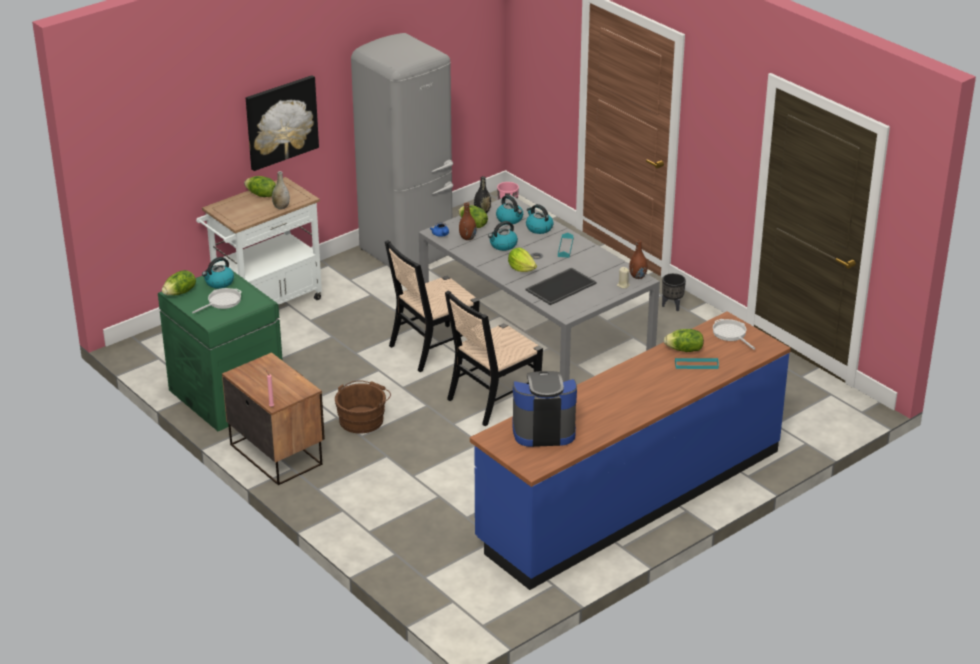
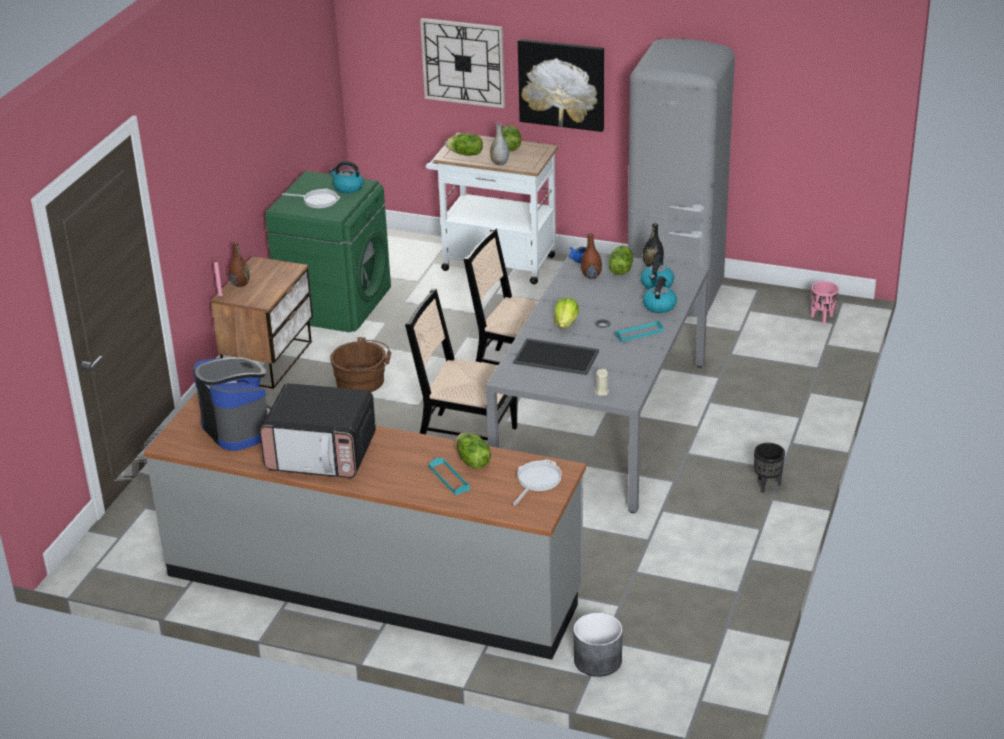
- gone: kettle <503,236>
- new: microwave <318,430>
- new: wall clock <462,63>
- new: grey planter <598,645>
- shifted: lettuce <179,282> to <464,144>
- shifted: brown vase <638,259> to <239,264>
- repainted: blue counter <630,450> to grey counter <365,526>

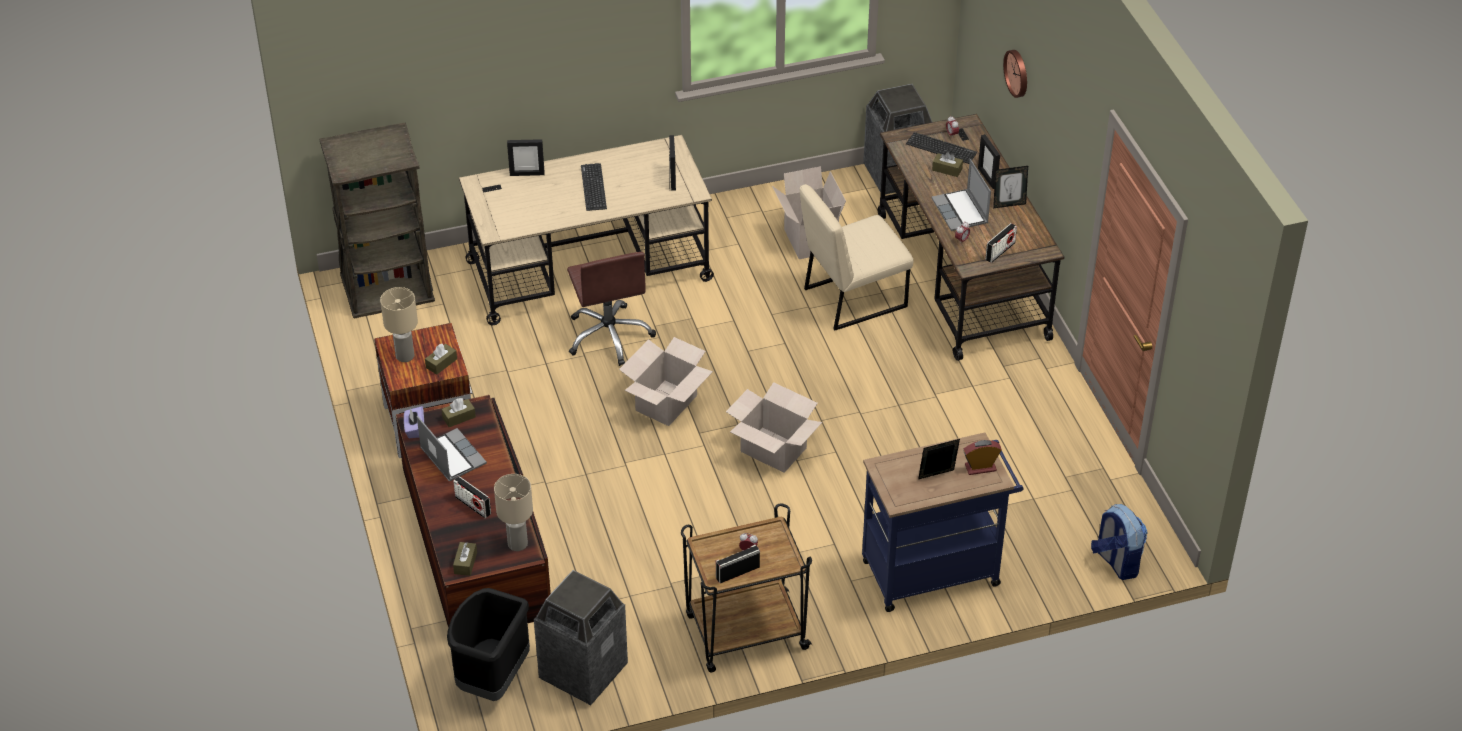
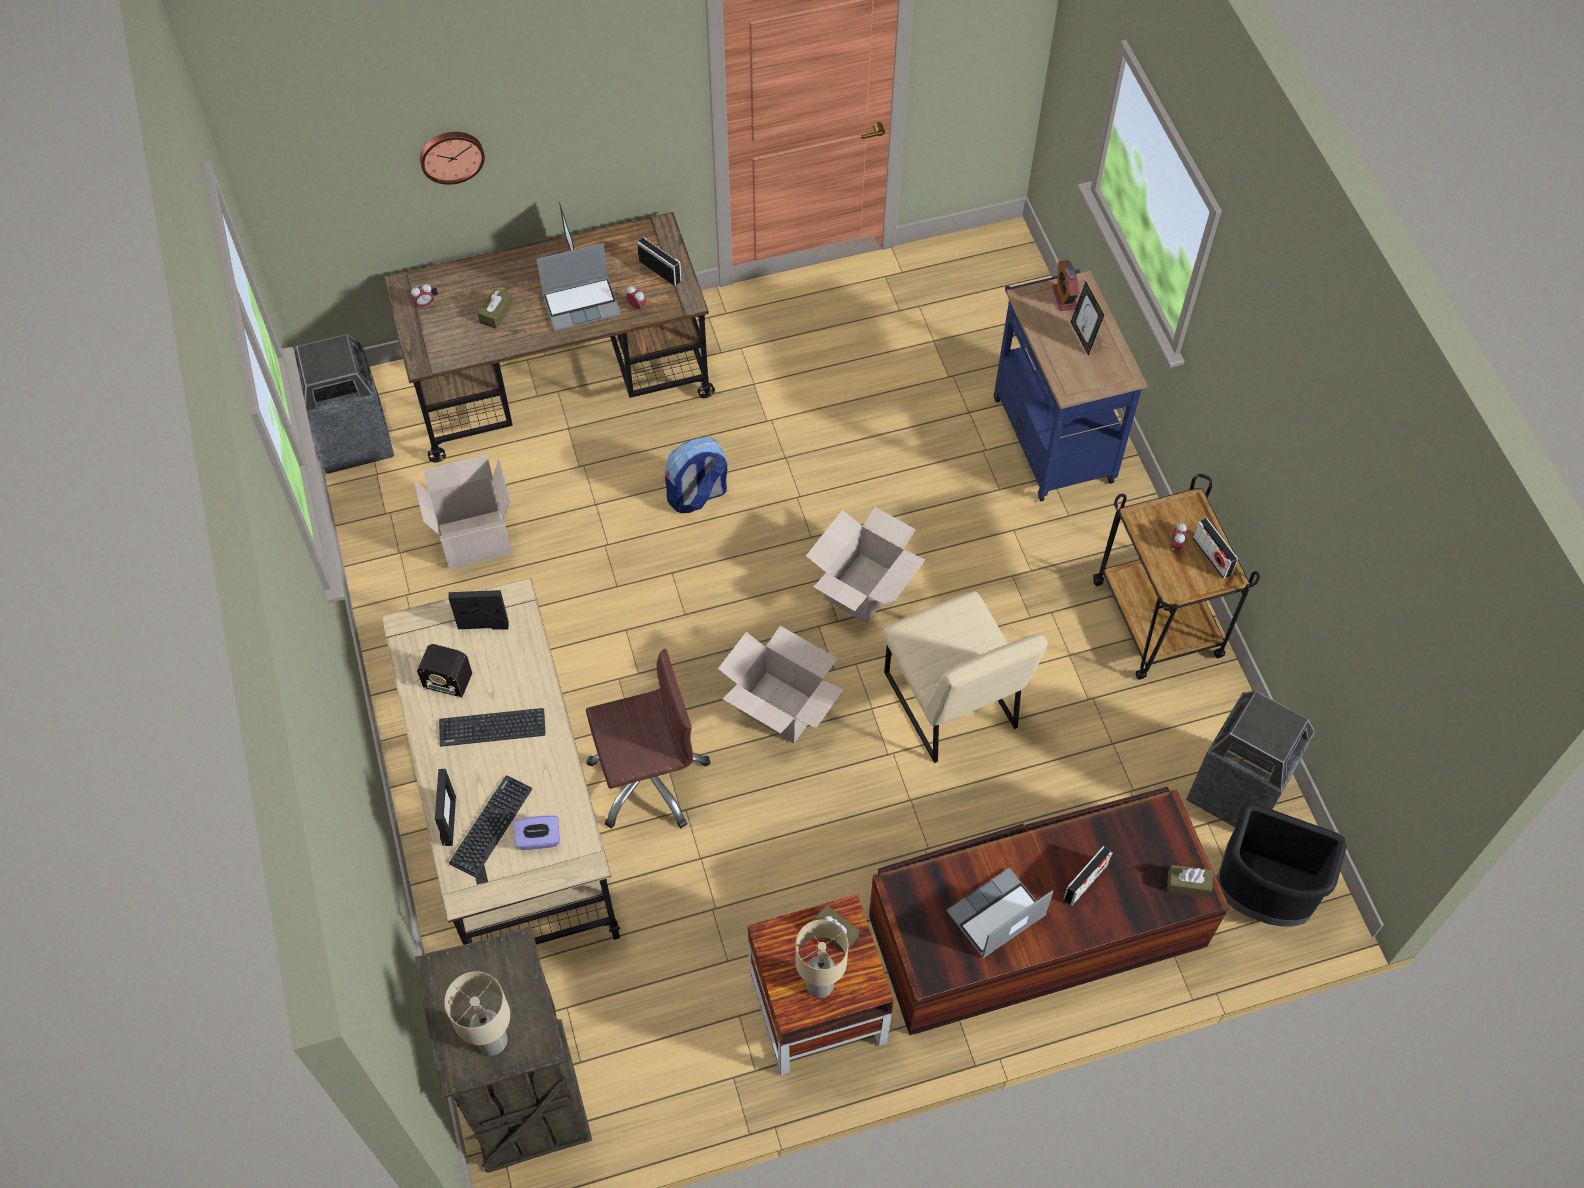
- gone: brown tissue box <458,412>
- gone: picture frame <989,161>
- new: radio <437,670>
- shifted: purple tissue box <414,422> to <537,832>
- shifted: beige table lamp <513,512> to <477,1013>
- shifted: beige chair <856,257> to <965,677>
- shifted: keyboard <941,148> to <491,826>
- shifted: backpack <1119,542> to <696,475>

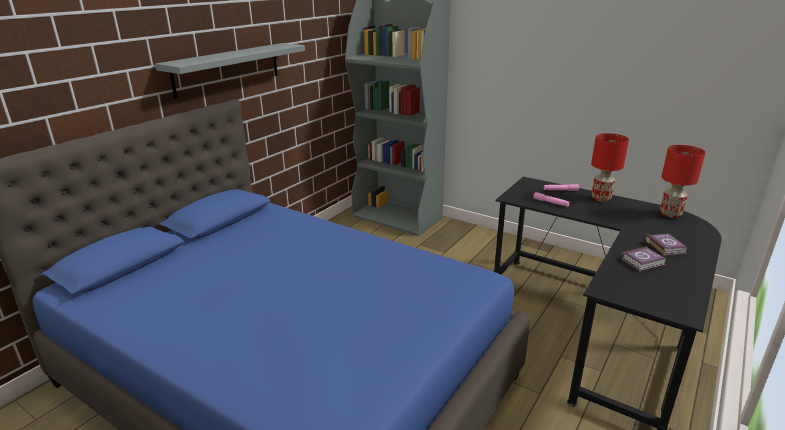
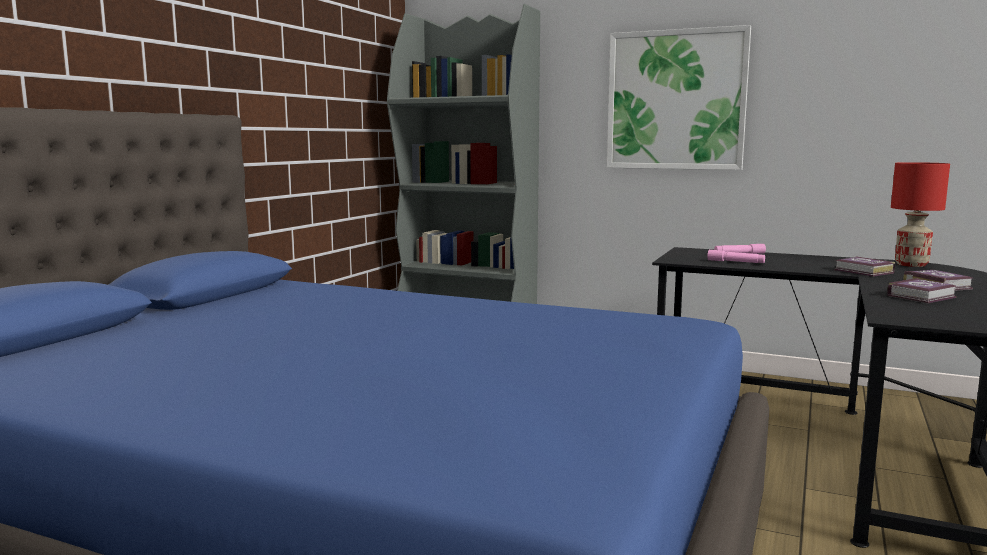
- gone: grey shelf <230,71>
- gone: red table lamp <610,167>
- new: picture <679,97>
- new: book <864,266>

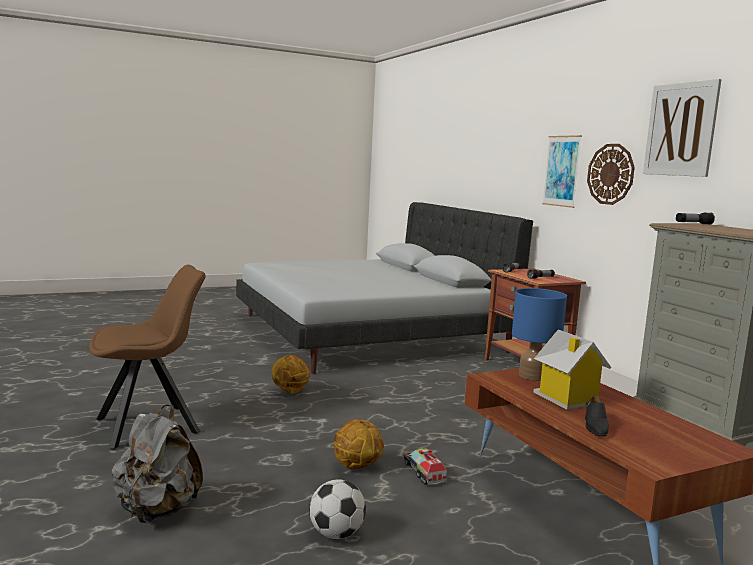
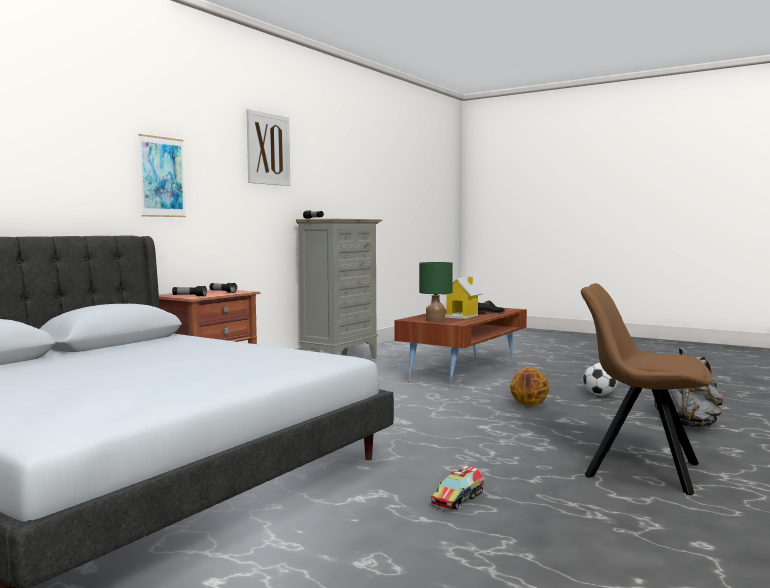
- gone: basketball <291,374>
- gone: wall clock <611,174>
- shifted: toy truck <425,466> to <457,488>
- repainted: blue table lamp <539,334> to green table lamp <436,292>

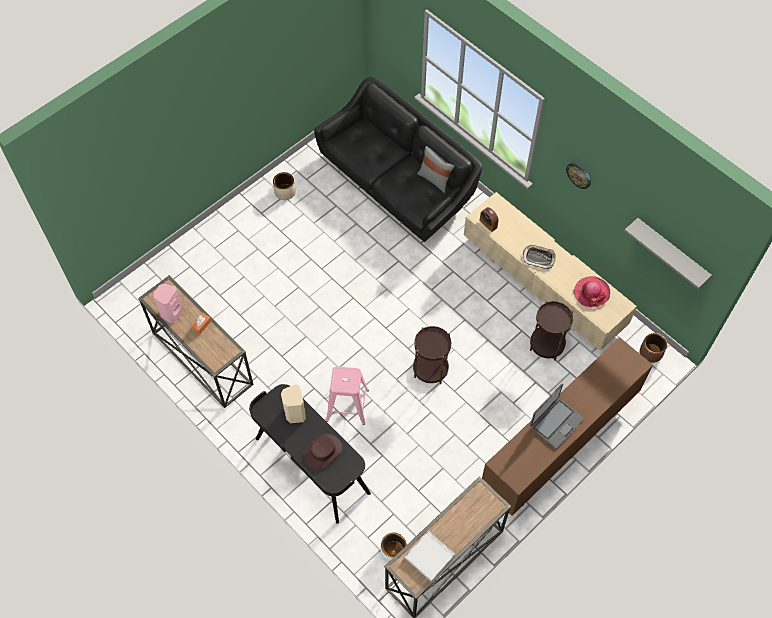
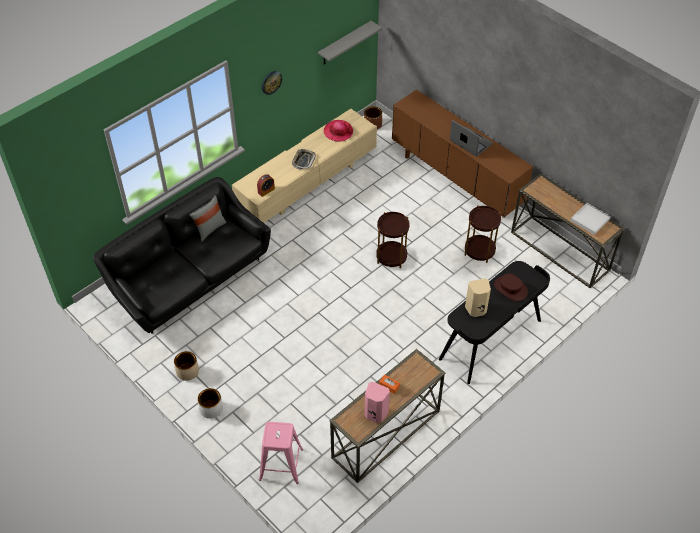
- shifted: pink stool <347,396> to <281,453>
- shifted: white planter <394,547> to <210,403>
- shifted: brown side table <551,330> to <483,234>

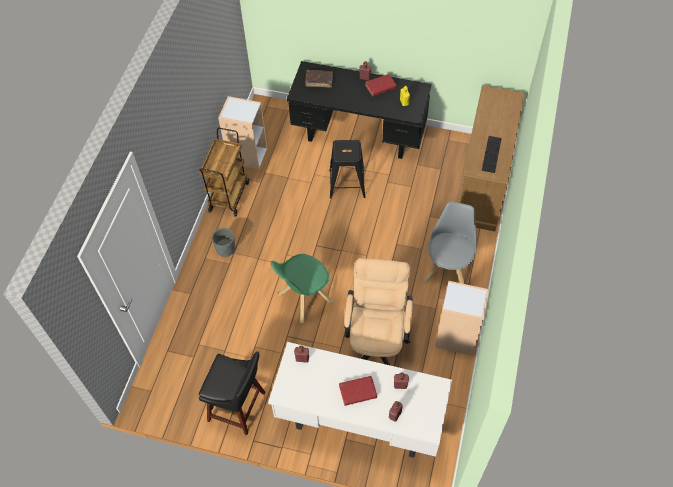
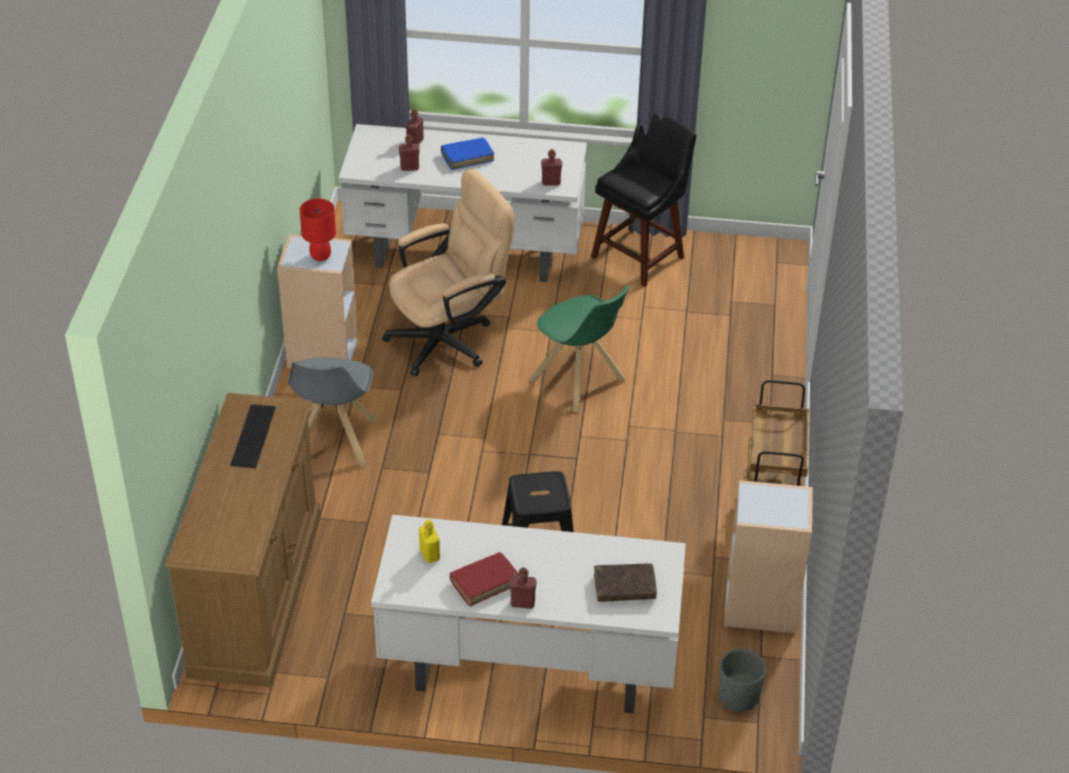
- new: red table lamp <318,230>
- shifted: grey planter <223,242> to <742,681>
- repainted: black desk <359,110> to white desk <528,614>
- repainted: red book <358,391> to blue book <467,154>
- rotated: black chair <232,393> = <644,200> 120 degrees clockwise
- rotated: green chair <302,289> = <580,348> 90 degrees clockwise
- rotated: beige office chair <378,312> = <448,272> 120 degrees counterclockwise

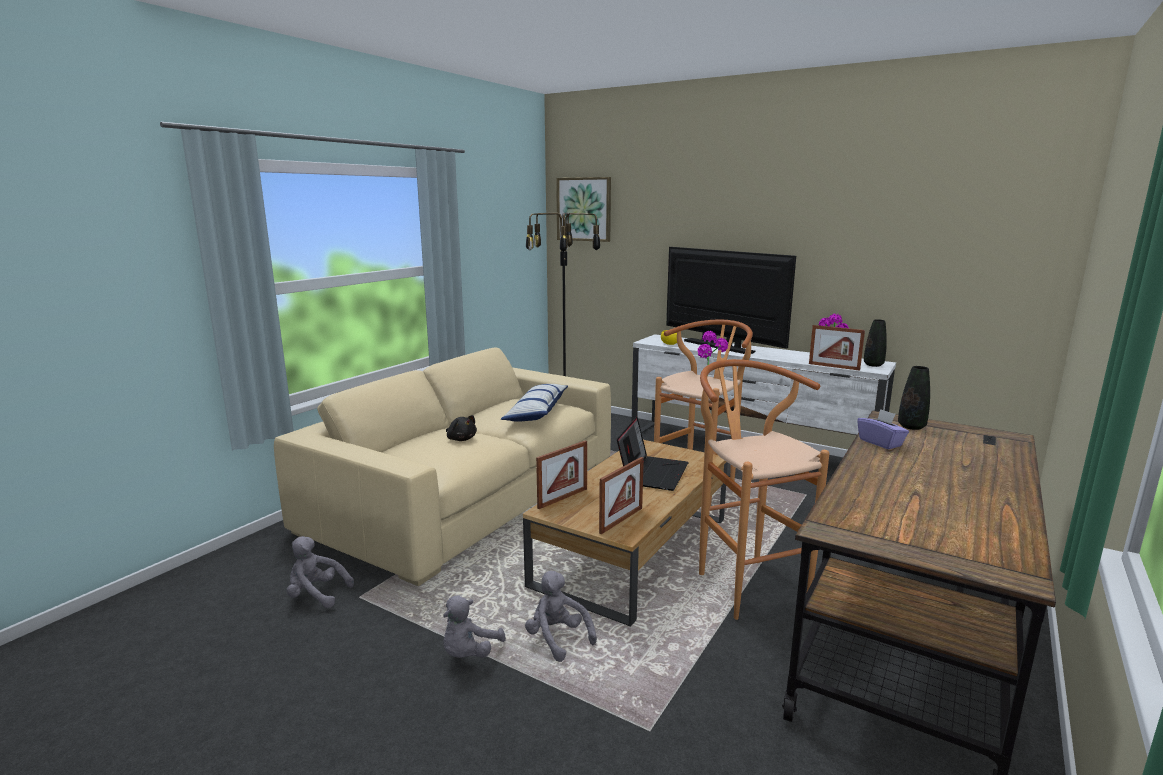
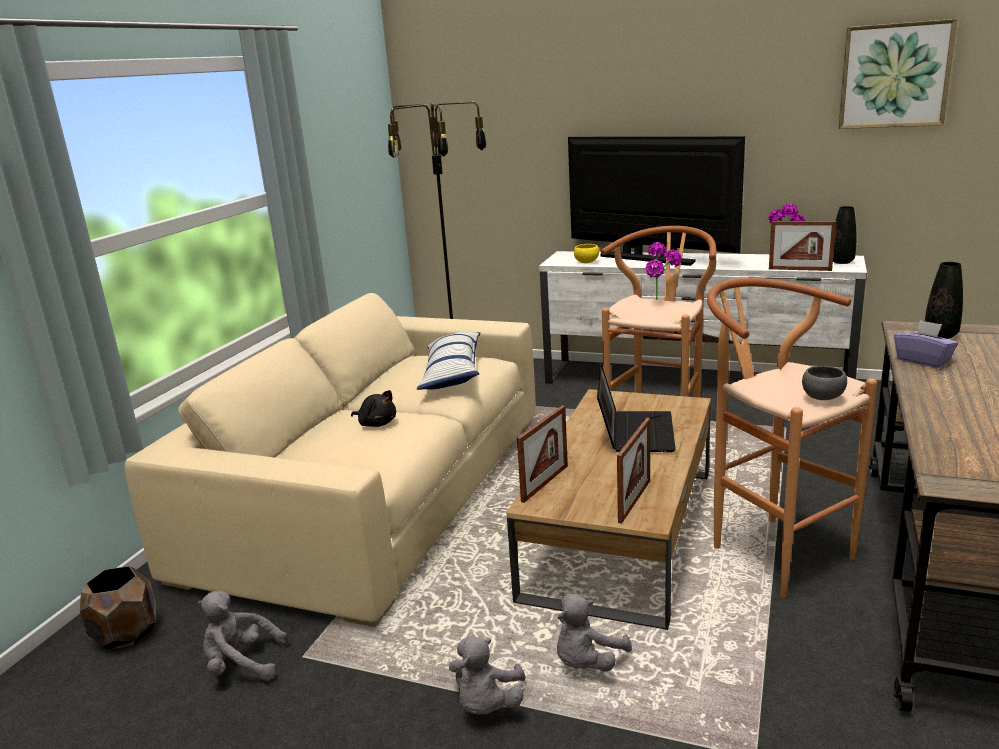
- new: brown planter <118,607>
- new: grey bowl <824,383>
- shifted: picture <583,209> to <898,74>
- rotated: grey plush toy <561,616> = <594,632> 90 degrees counterclockwise

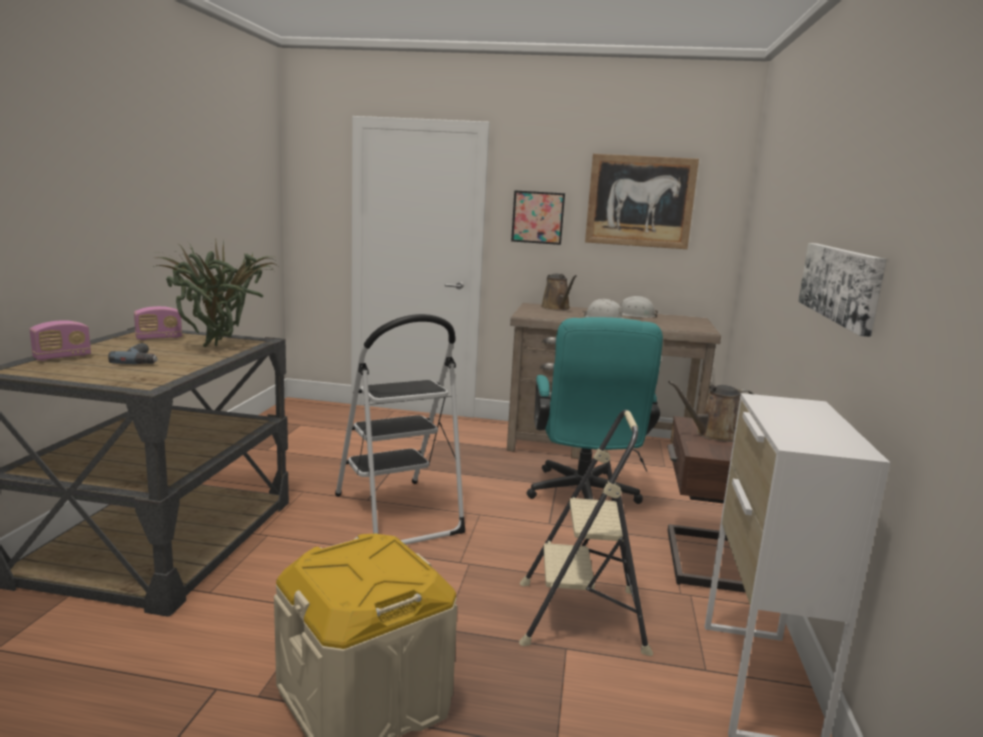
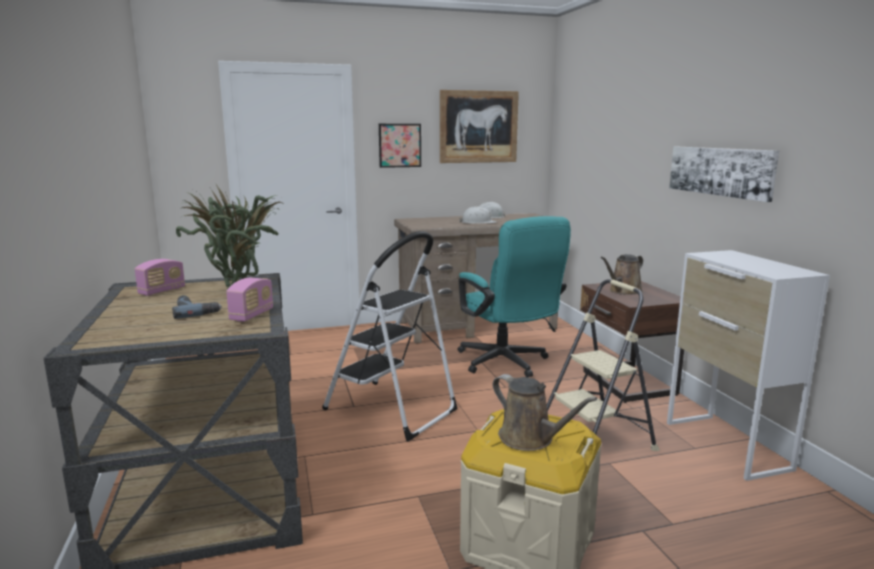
- shifted: radio <60,340> to <249,300>
- shifted: brown watering can <559,292> to <545,412>

